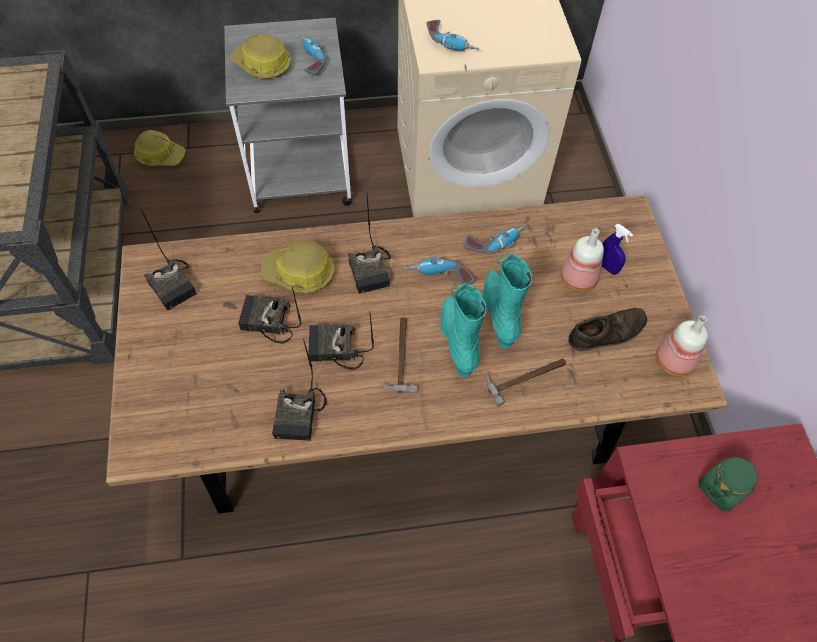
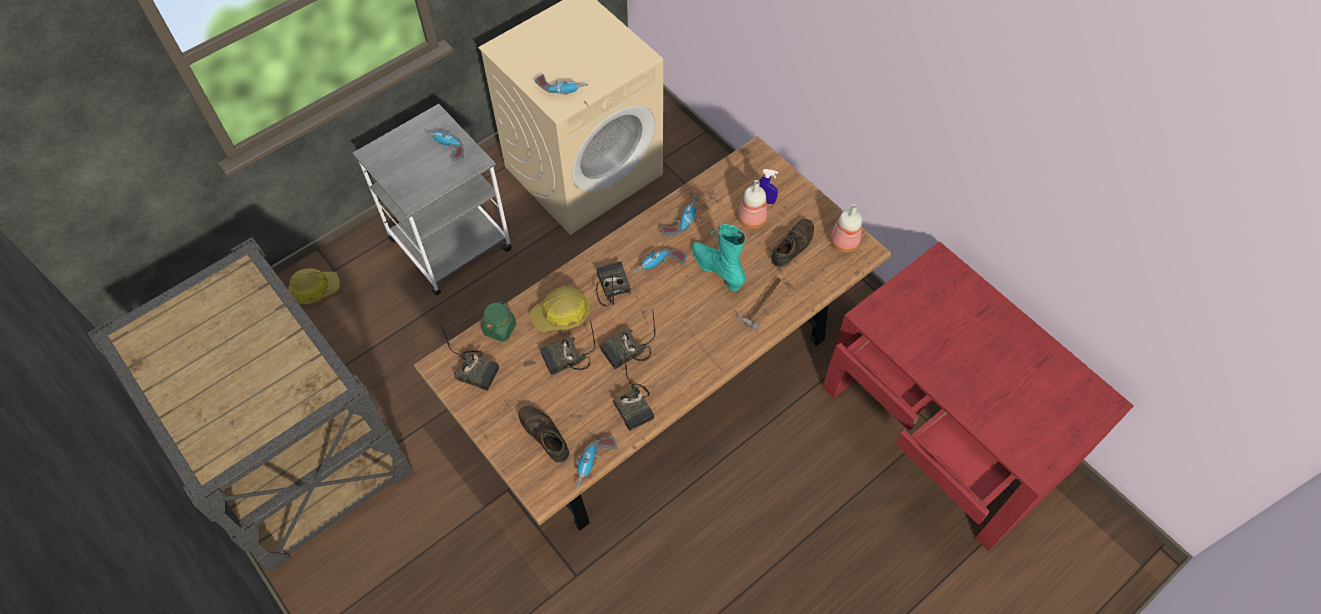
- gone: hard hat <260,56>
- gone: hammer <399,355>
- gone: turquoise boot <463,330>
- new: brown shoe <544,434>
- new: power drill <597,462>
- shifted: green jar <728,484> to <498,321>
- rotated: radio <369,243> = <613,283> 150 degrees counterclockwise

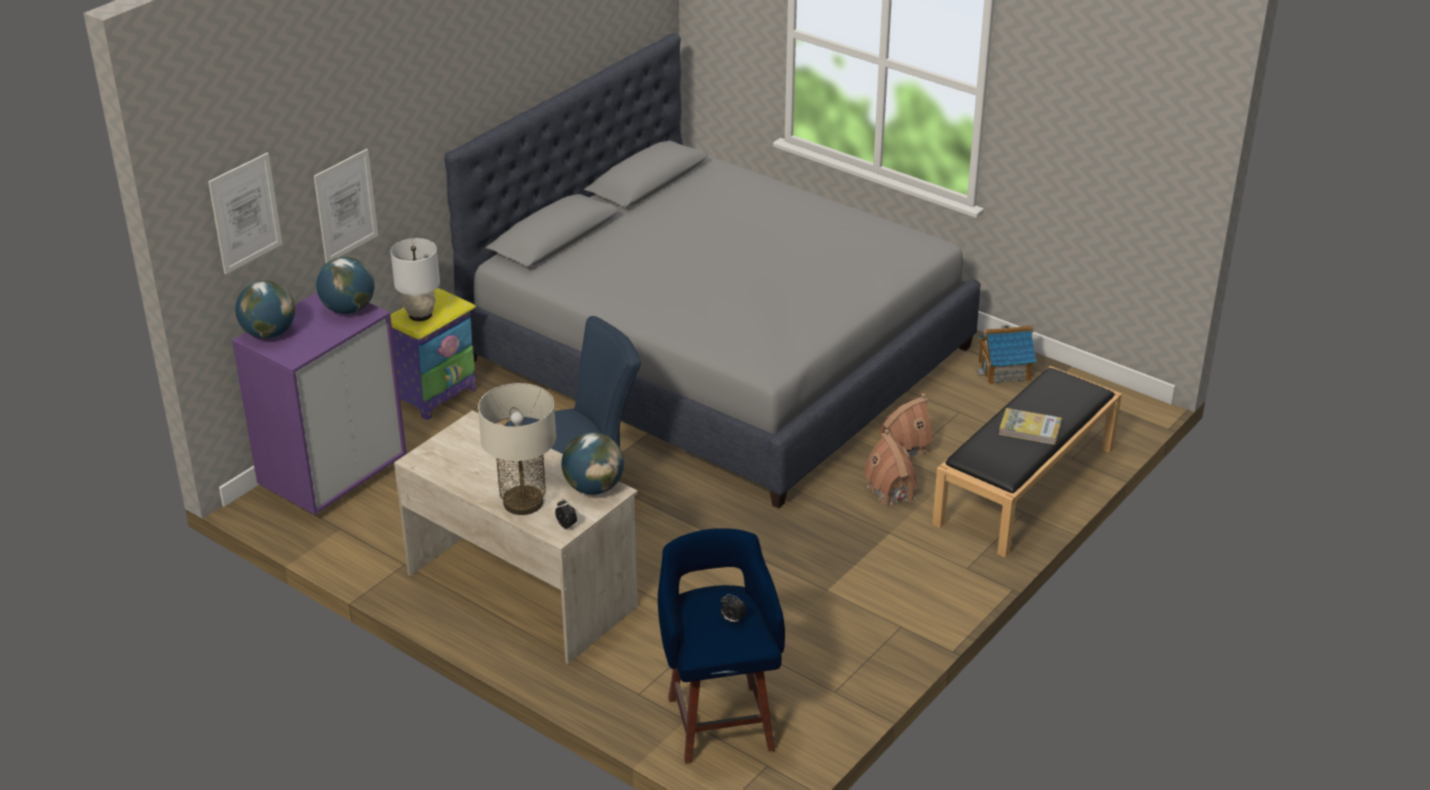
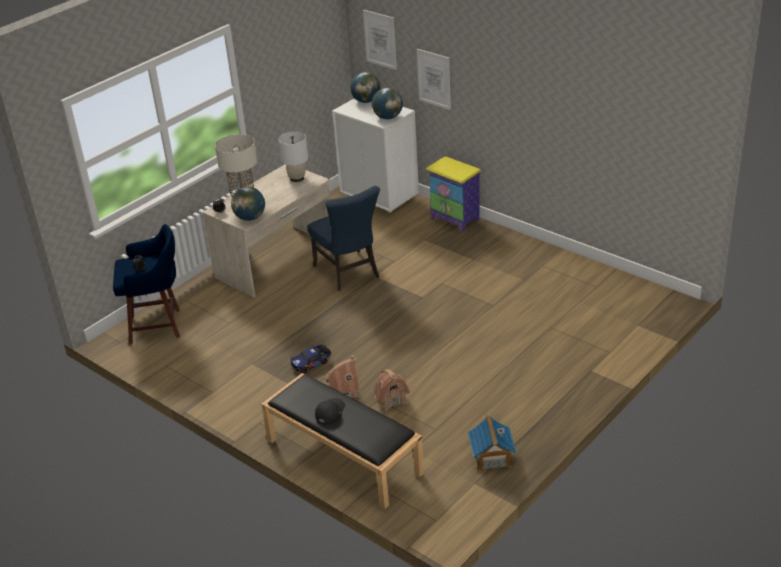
- gone: grey bed <712,271>
- new: toy truck <311,359>
- shifted: white table lamp <415,279> to <293,156>
- swapped: book <1030,426> to black cap <330,411>
- repainted: purple cabinet <319,403> to white cabinet <375,155>

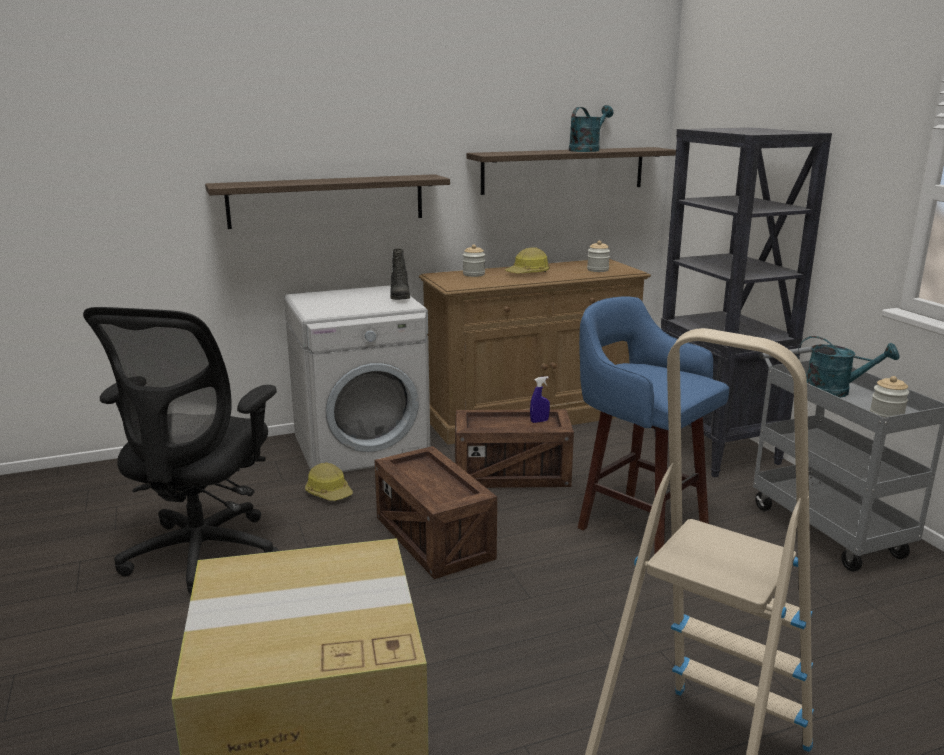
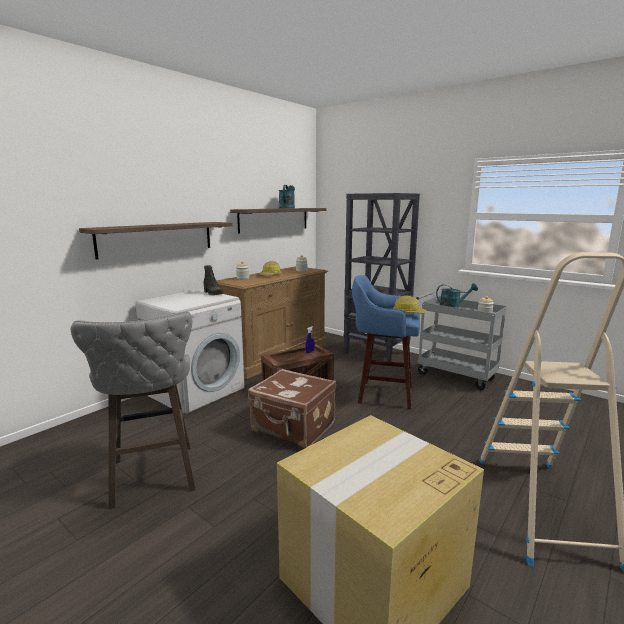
- shifted: hard hat <329,481> to <409,304>
- swapped: black office chair <181,450> to grey stool <133,410>
- swapped: crate <435,512> to brown suitcase <292,408>

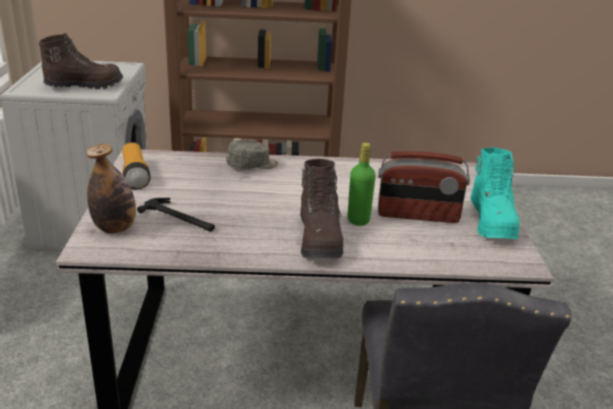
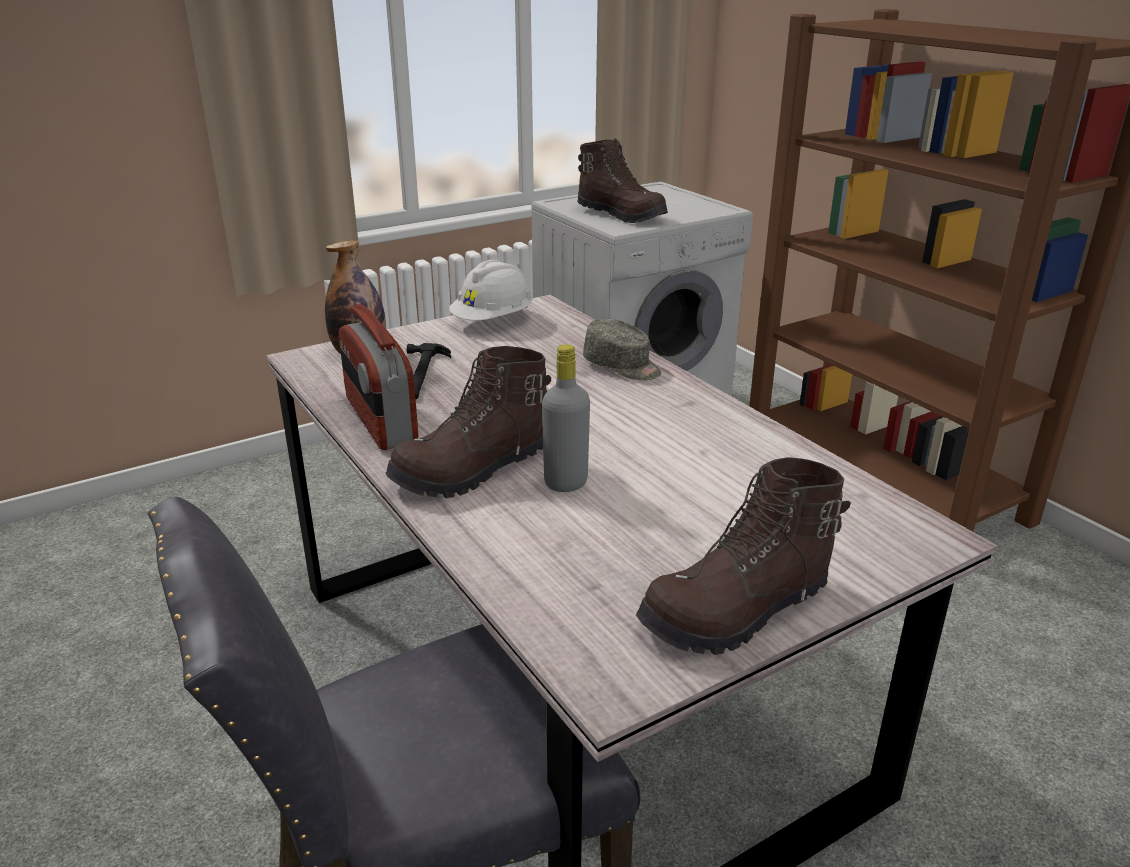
- shifted: radio <424,187> to <379,377>
- swapped: flashlight <136,166> to white hard hat <491,290>
- repainted: green bottle <361,184> to grey bottle <566,418>
- repainted: turquoise boot <495,193> to brown boot <743,556>

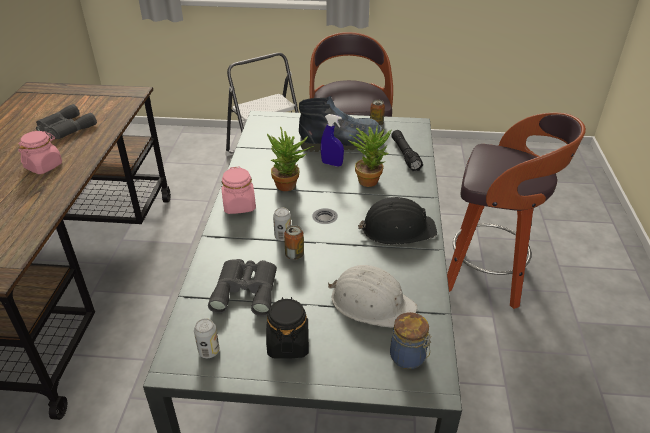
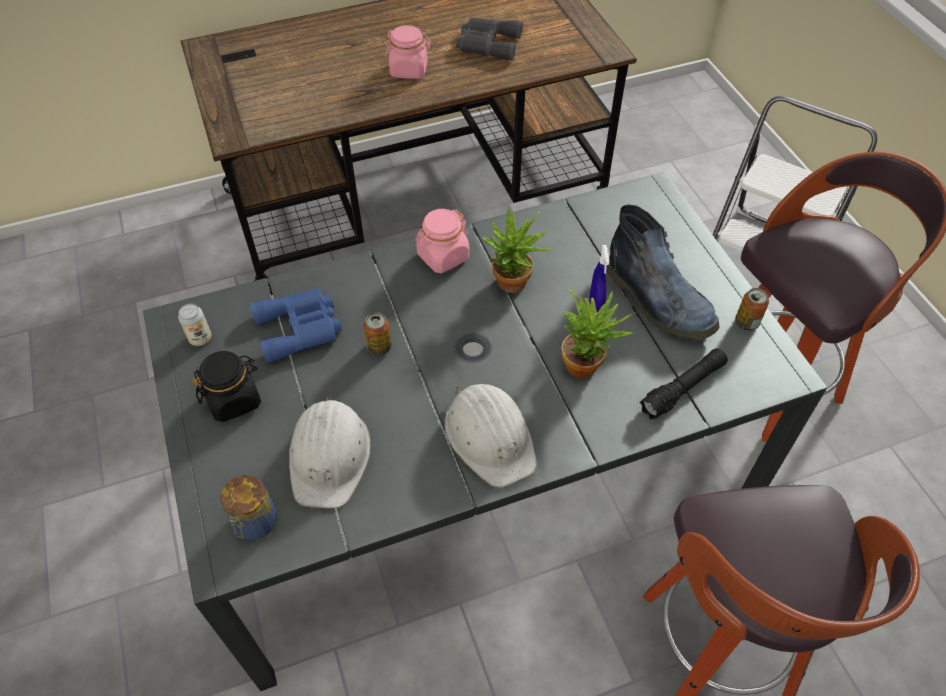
- gone: can <282,224>
- repainted: grey binoculars <242,287> to blue binoculars <296,325>
- repainted: black hard hat <397,221> to white hard hat <490,436>

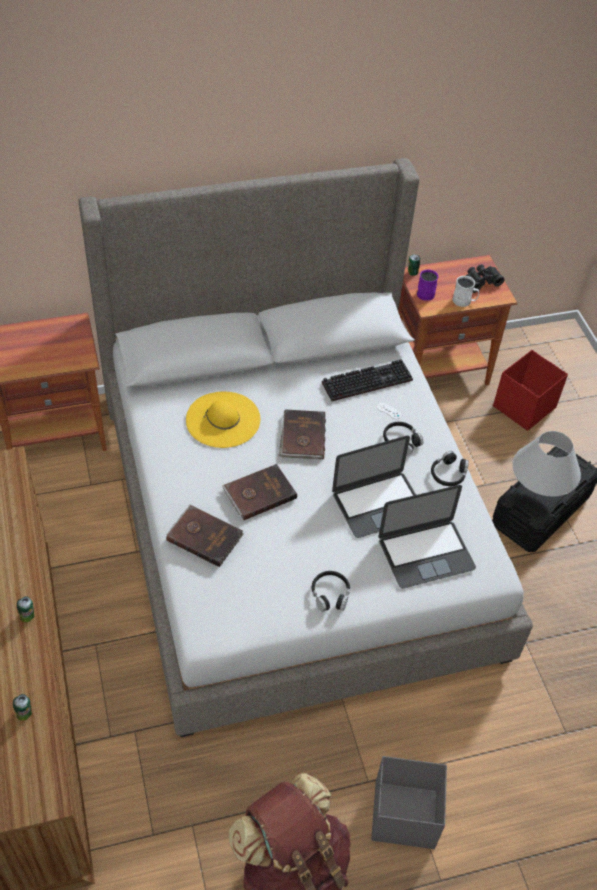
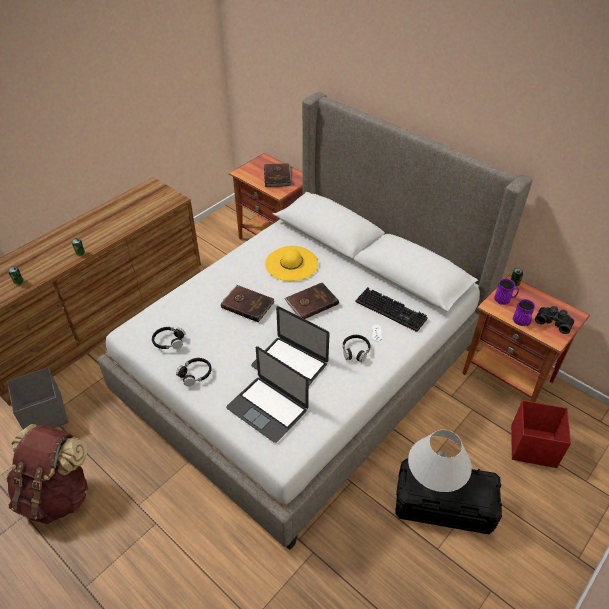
- shifted: brown book <205,535> to <277,175>
- shifted: grey storage box <409,802> to <37,398>
- shifted: black headphones <450,468> to <168,338>
- repainted: white mug <465,291> to purple mug <524,312>

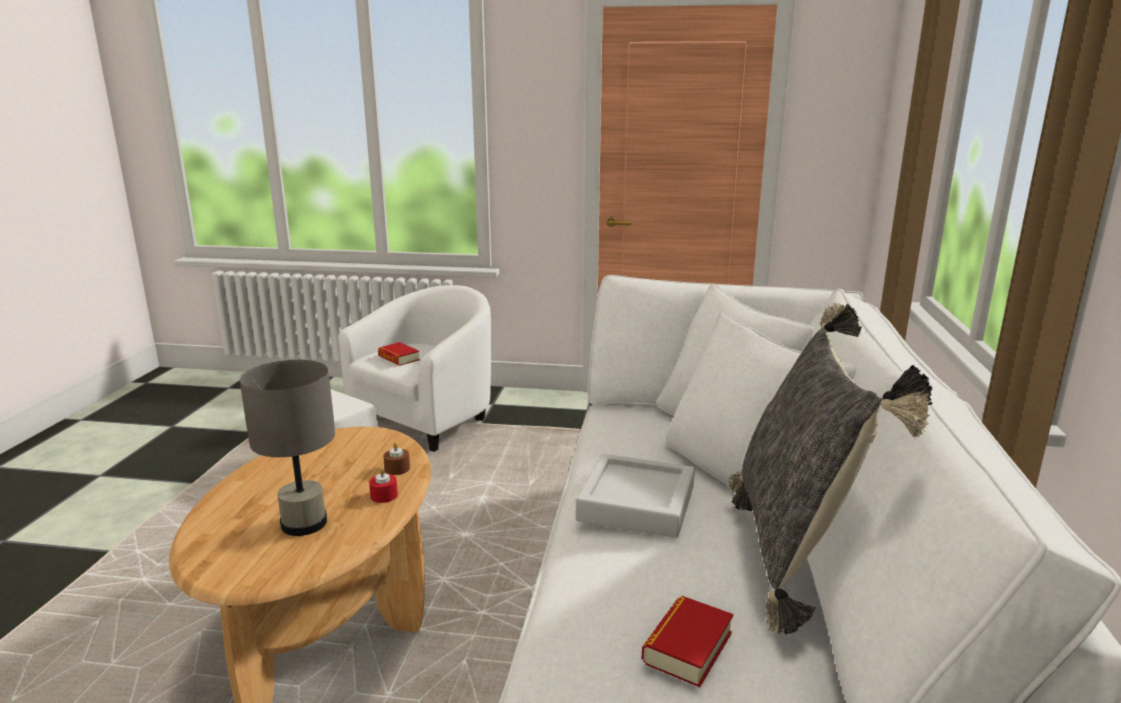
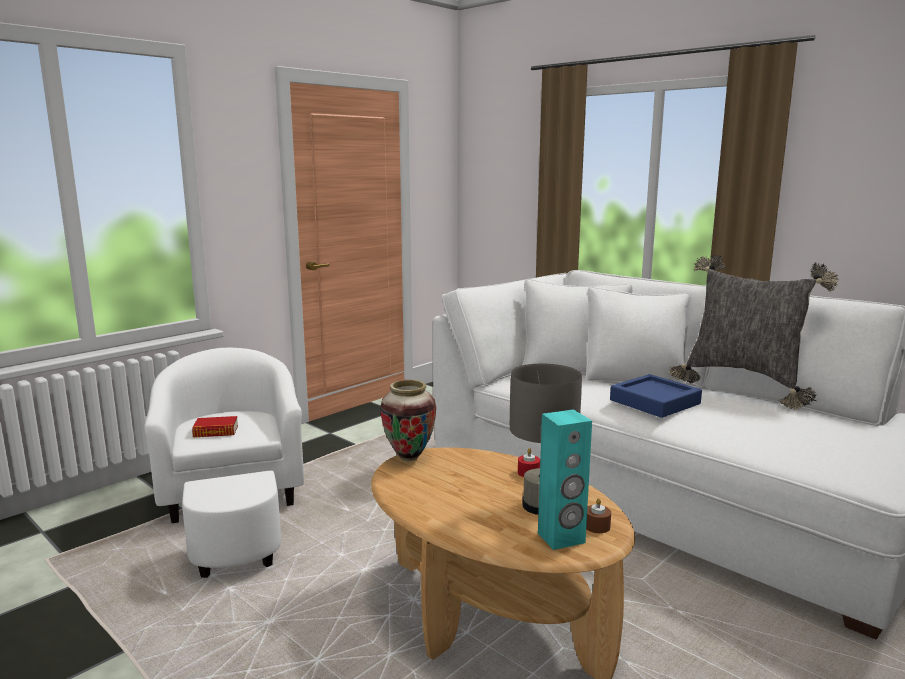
- gone: book <688,641>
- new: vase <408,420>
- new: turquoise speaker <565,479>
- shifted: brown candle <396,458> to <598,515>
- repainted: grey tray <635,496> to blue tray <656,396>

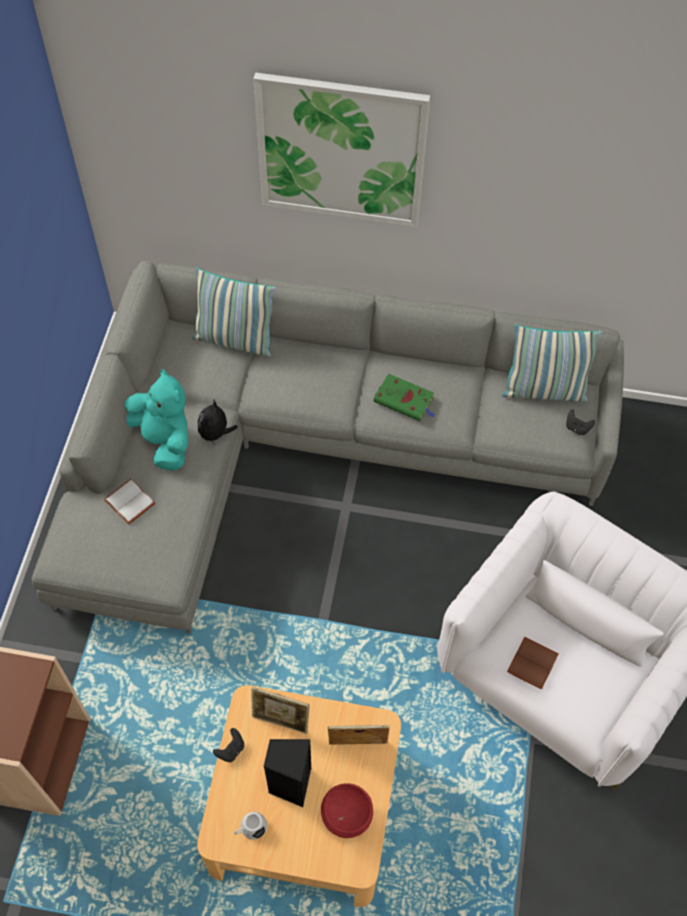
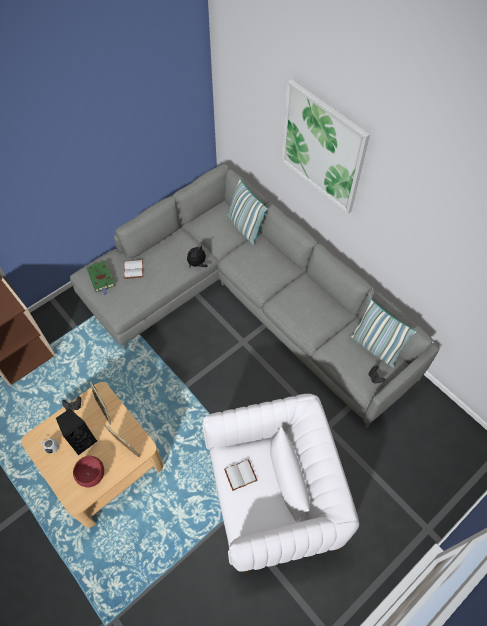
- gone: turquoise plush toy <156,419>
- shifted: green book <404,397> to <101,278>
- repainted: brown book <533,663> to white book <241,475>

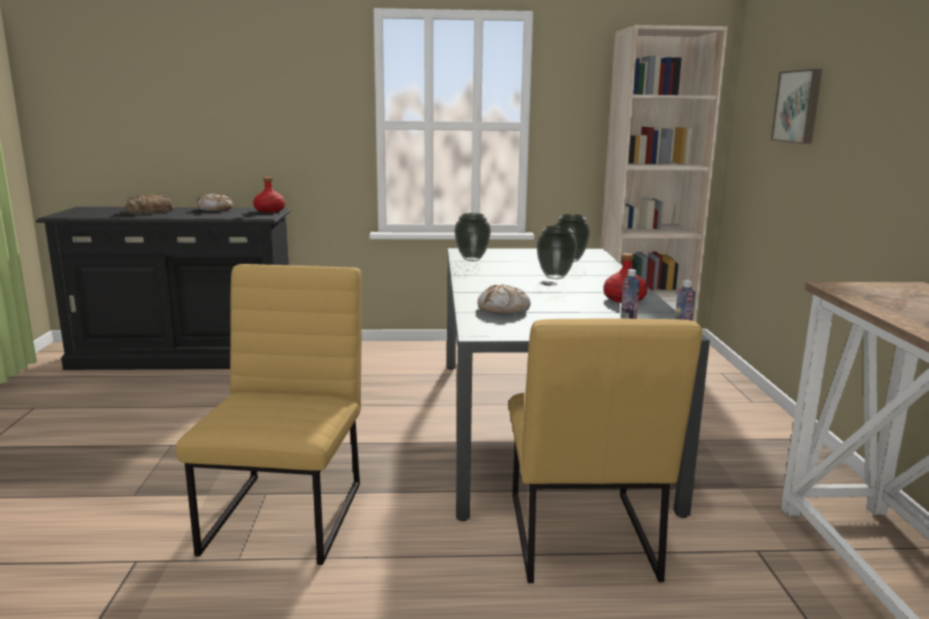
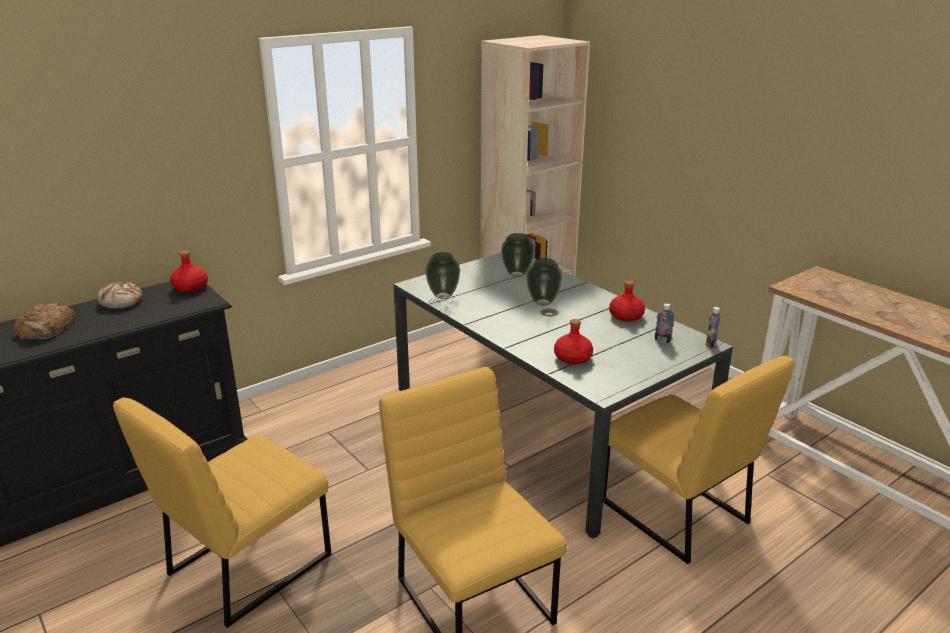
- gone: picture <796,106>
- new: yellow chair <222,512>
- swapped: bread <504,299> to red bottle <573,342>

